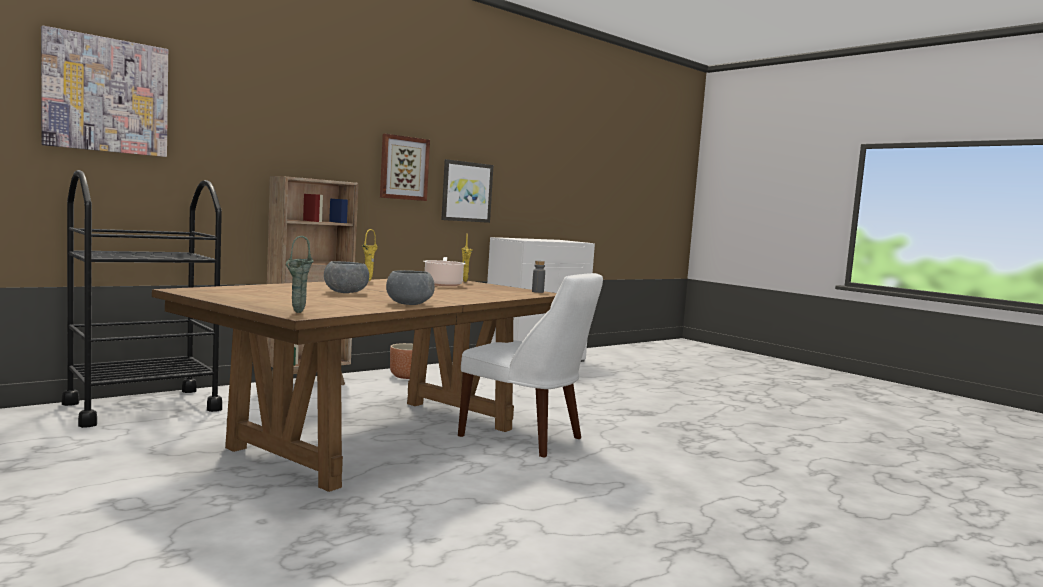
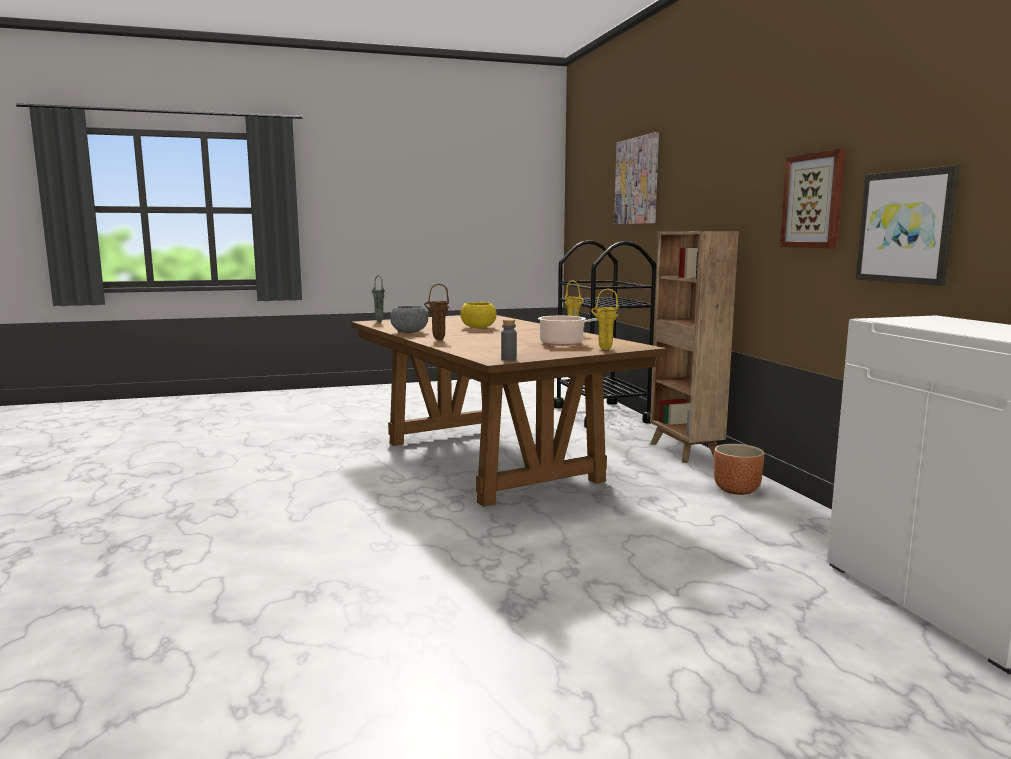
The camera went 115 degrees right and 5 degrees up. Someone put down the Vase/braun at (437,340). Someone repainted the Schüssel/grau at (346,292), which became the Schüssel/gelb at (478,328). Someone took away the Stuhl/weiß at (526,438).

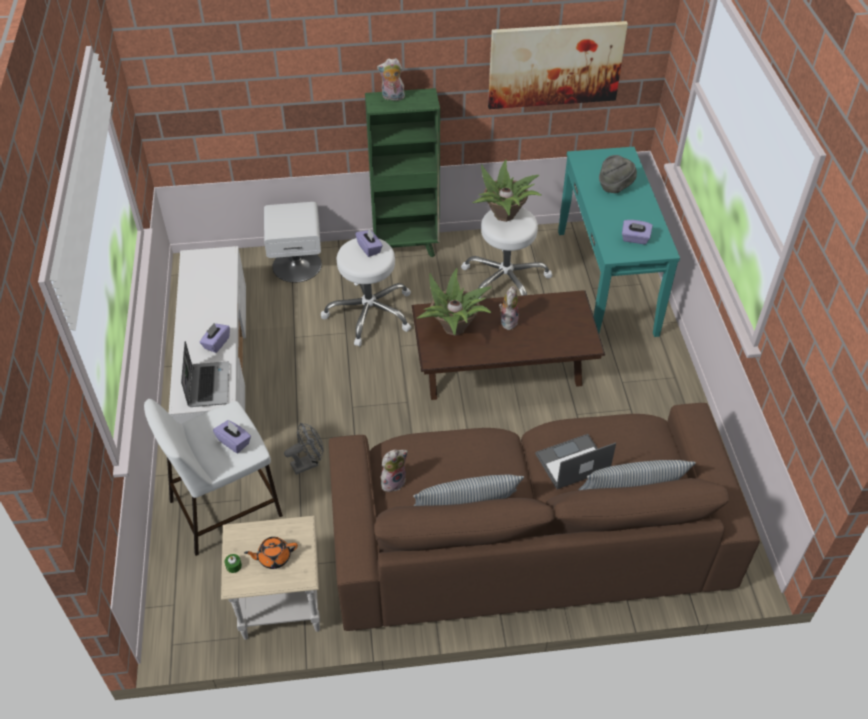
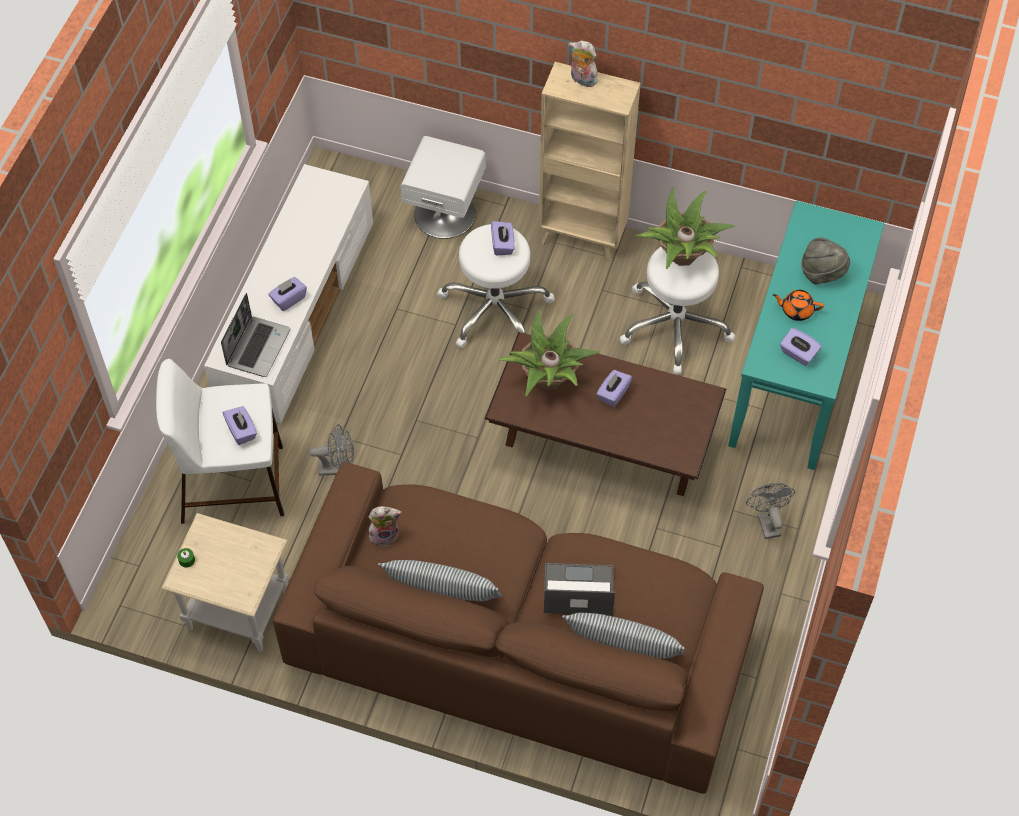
The camera went 25 degrees right and 10 degrees up. Someone repainted the Bücherregal/grün at (406,248), which became the Bücherregal/beige at (583,237). Someone swapped the Plüschtier at (508,321) for the Taschentuchbox/lila at (613,393). Someone put down the Ventilator/grau at (766,521). Someone carried the Teekanne/orange from (273,557) to (796,310). Someone took away the Bild at (555,64).

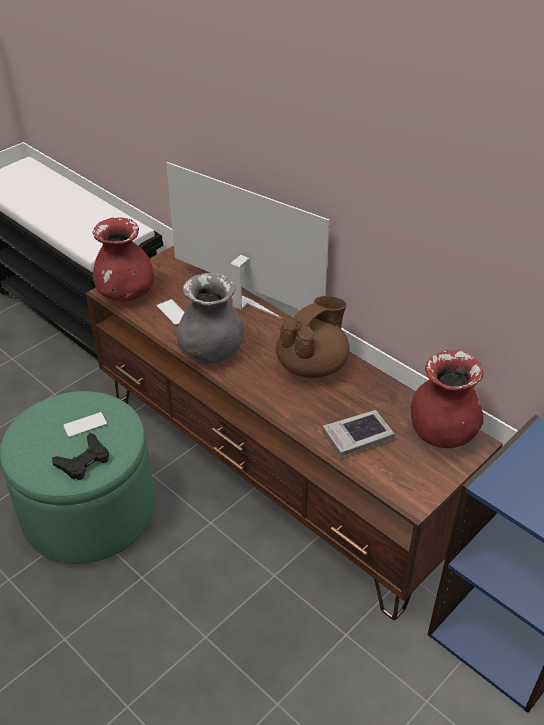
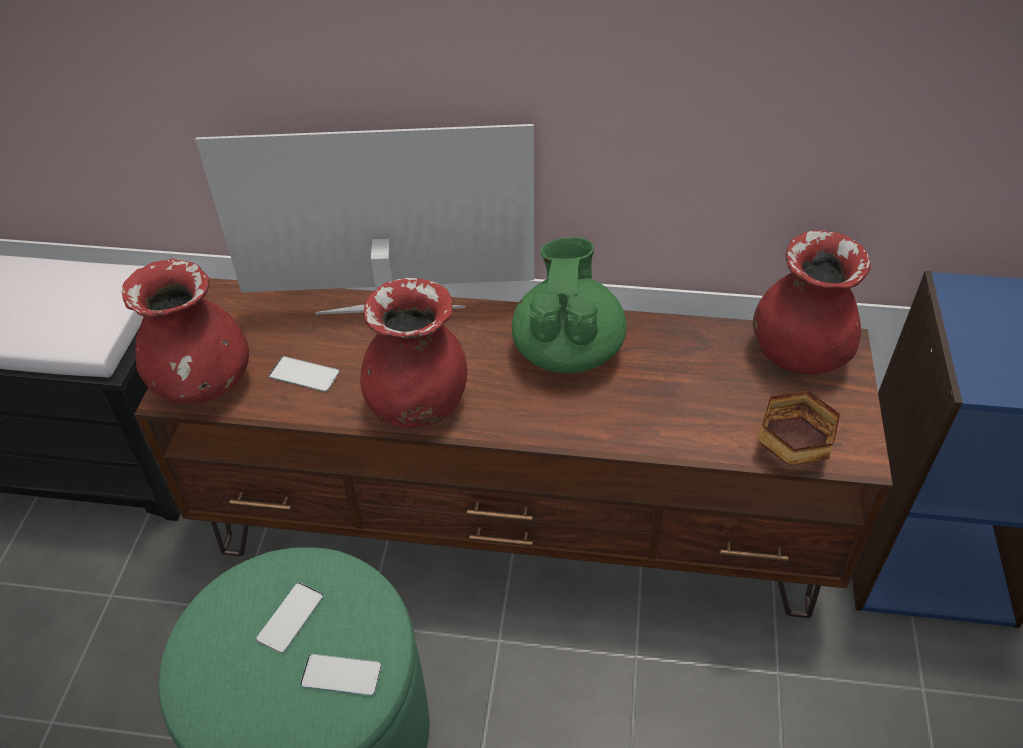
The camera went 35 degrees left and 5 degrees up. Someone swapped the Gamepad/schwarz at (83,461) for the Handy at (341,675). Someone repainted the Vase/grau at (211,353), which became the Vase/rot at (418,404). Someone repainted the Teekanne/braun at (313,365), which became the Teekanne/grün at (567,350). Someone put down the Schüssel at (794,450). Someone took away the Buch at (357,437).

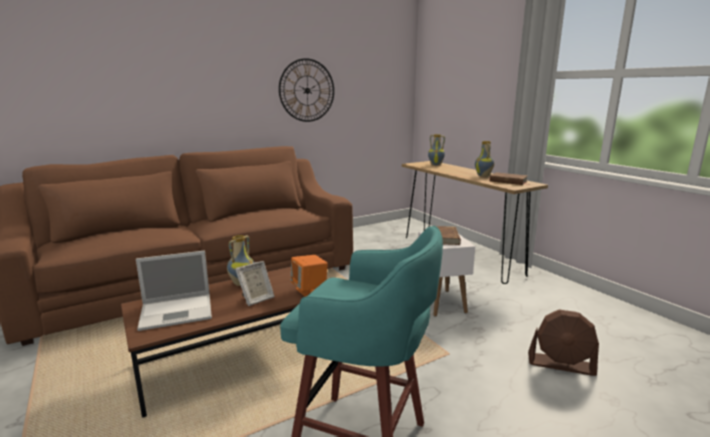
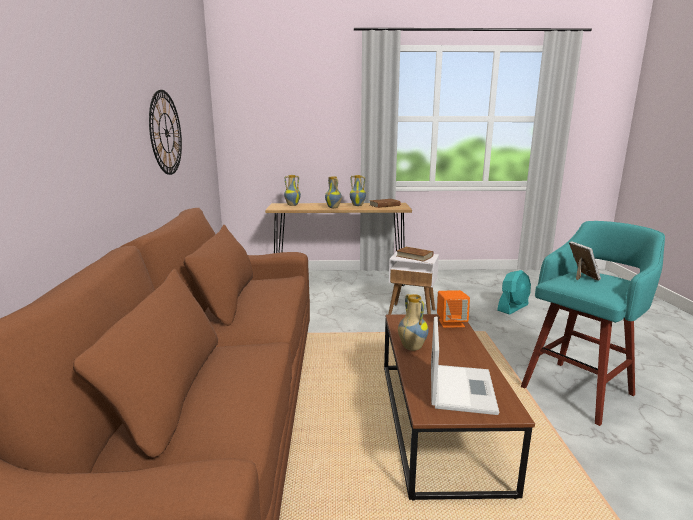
The camera went 60 degrees left and 0 degrees up. Someone put down the Vase at (333,207). Someone repainted the Ventilator/braun at (561,364), which became the Ventilator/türkis at (513,307). Someone carried the Bilderrahmen from (256,299) to (582,277).

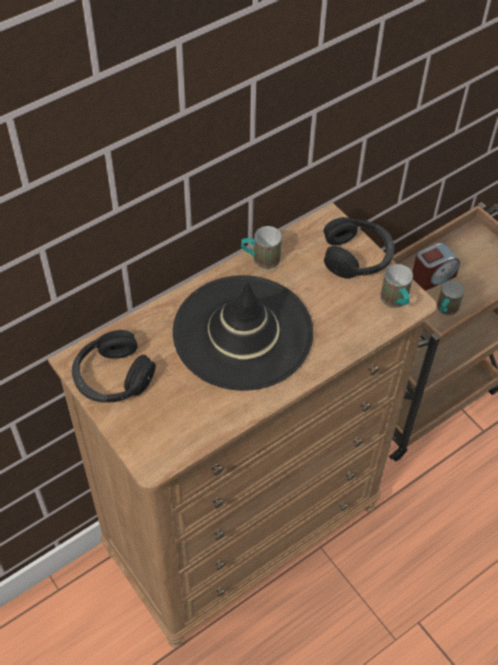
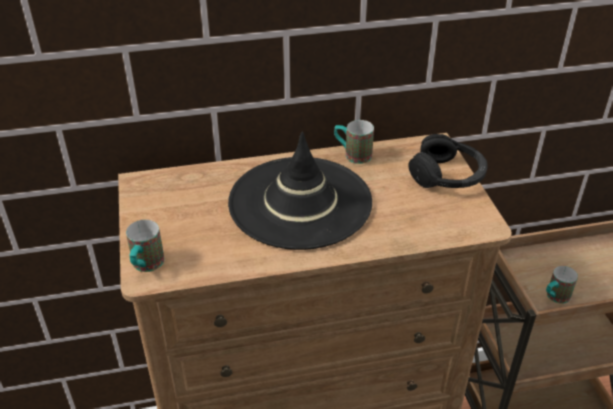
The camera went 25 degrees right and 15 degrees down. Someone carried the Henkelbecher from (396,302) to (146,266). Someone took away the Kopfhörer/schwarz at (112,377). Someone took away the Wecker at (432,276).

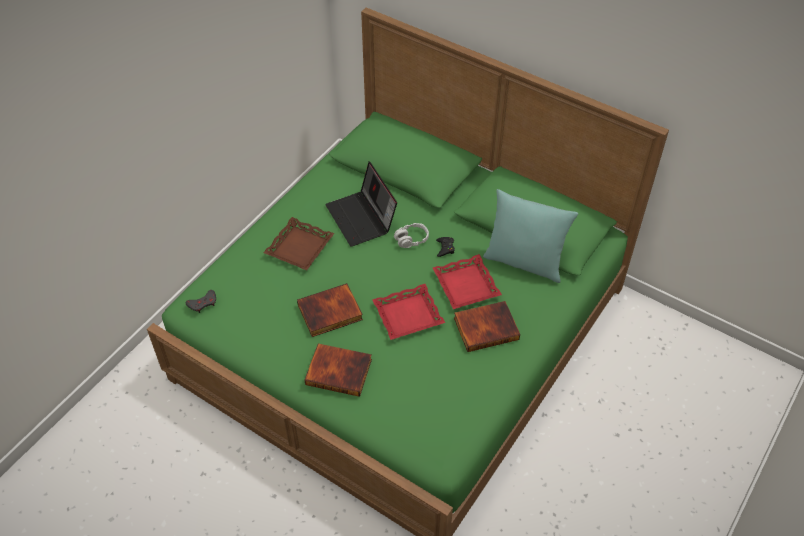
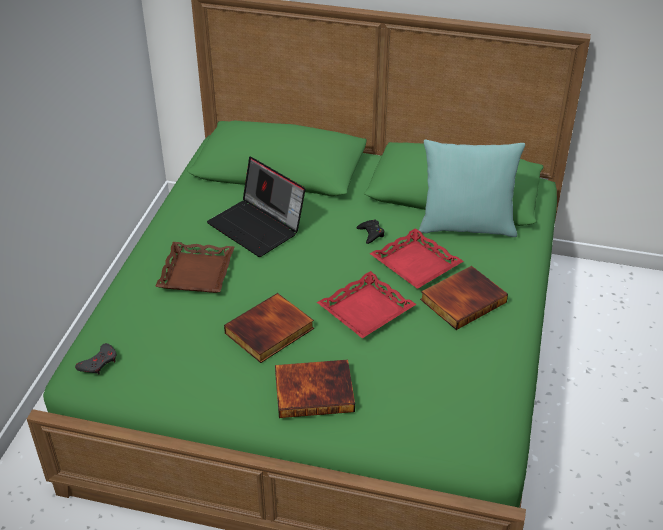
The camera went 20 degrees left and 10 degrees down. Someone took away the Kopfhörer/grau at (411,239).

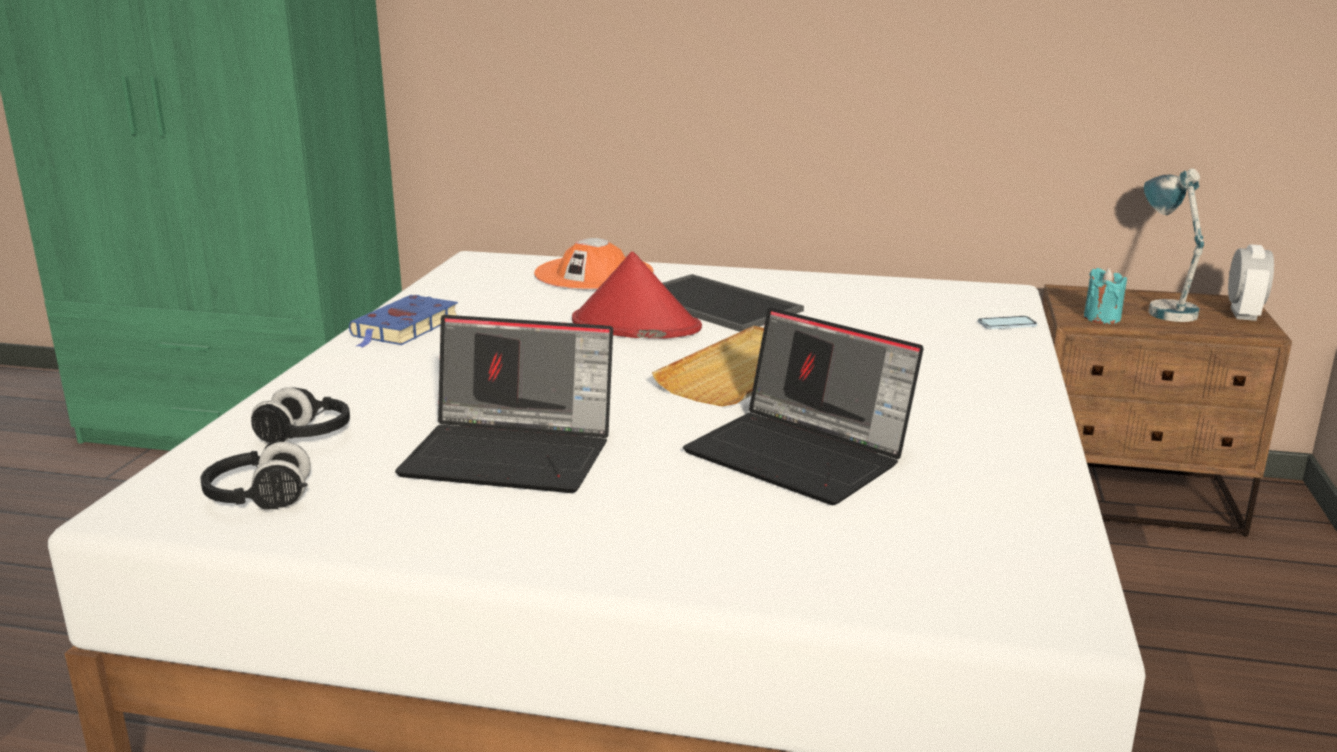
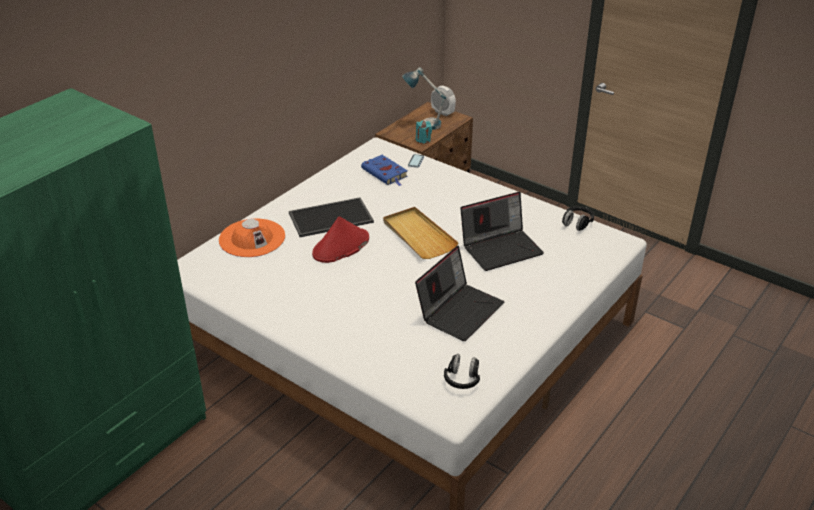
The camera went 65 degrees left and 15 degrees up. Someone carried the Buch/blau from (404,328) to (385,173). Someone carried the Kopfhörer/schwarz from (305,437) to (577,223).

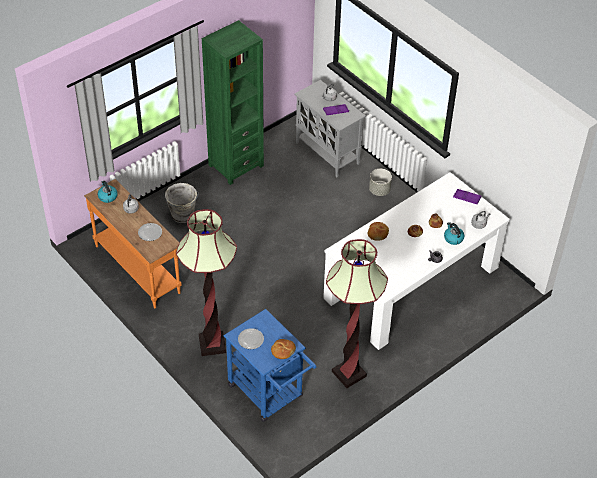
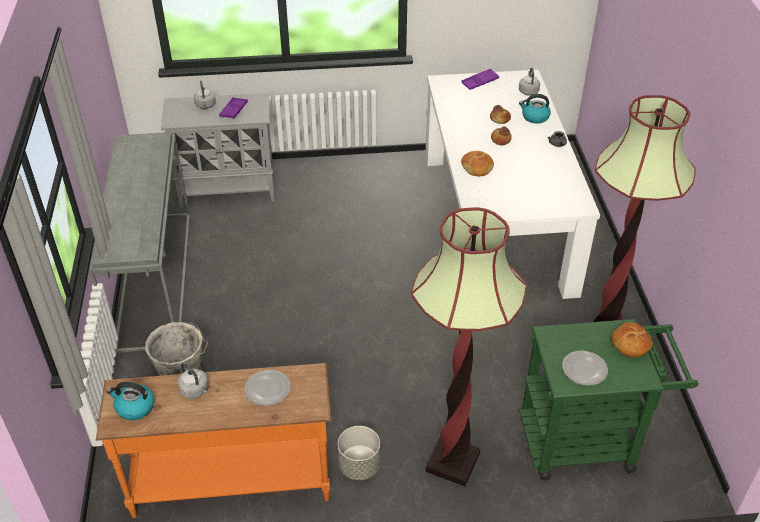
The camera went 55 degrees left and 5 degrees down. Someone swapped the Bücherregal/grün at (236,165) for the Konsolentisch/grau at (153,278). Someone carried the Pflanzkübel/grau from (379,190) to (359,465). Someone repainted the Rollwagen/blau at (269,394), which became the Rollwagen/grün at (588,441).

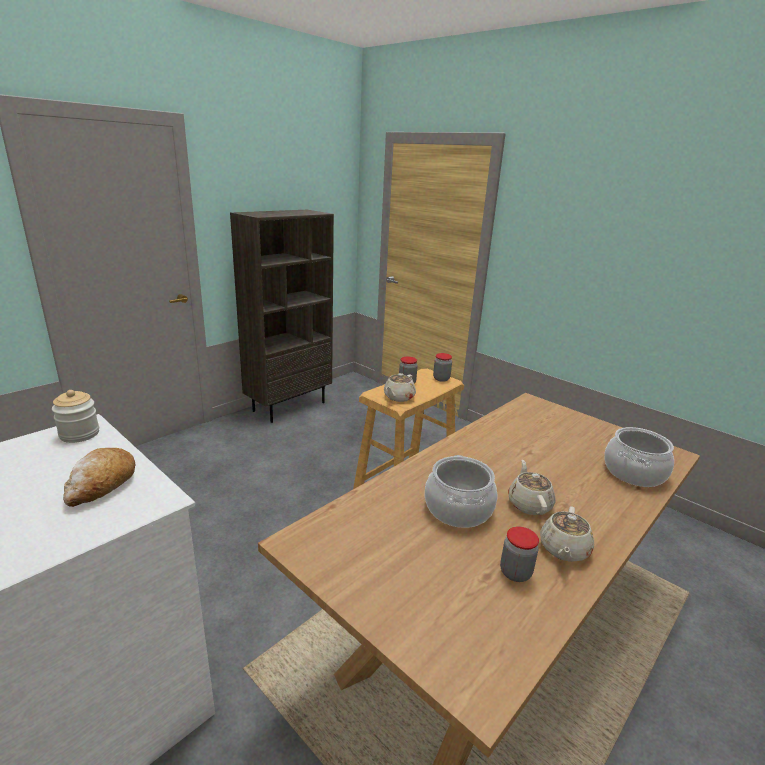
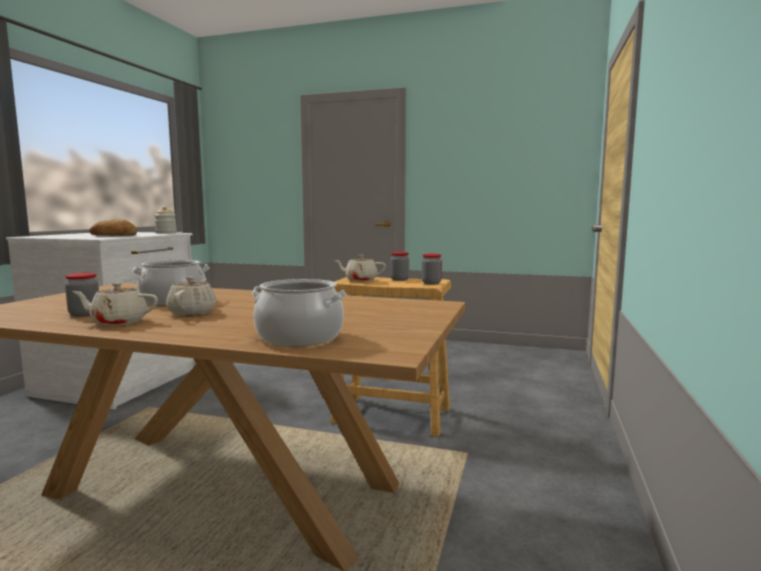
The camera went 65 degrees right and 15 degrees down. Someone rotated the Teekanne/beige at (529,504) by 60 degrees counterclockwise. Someone took away the Bücherregal/braun at (289,406).

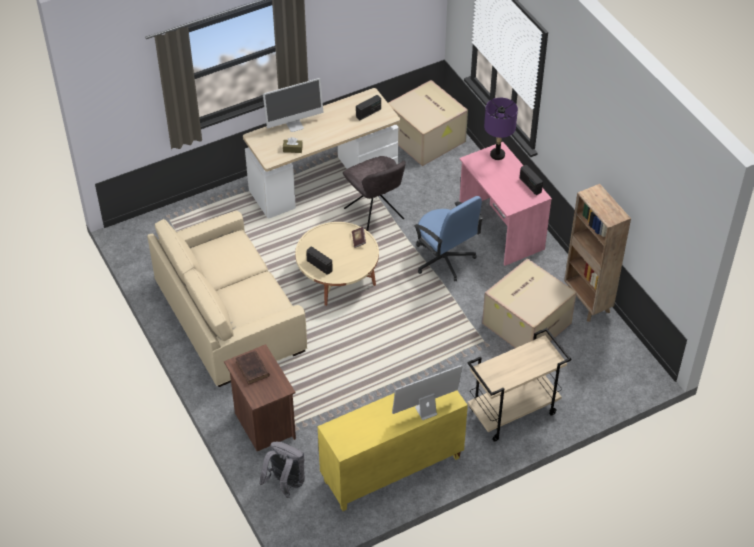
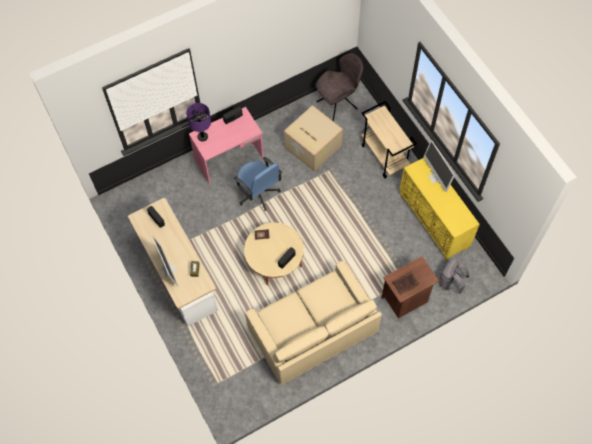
The camera went 90 degrees left and 15 degrees up. Someone rotated the Bürostuhl/blau at (444,259) by 90 degrees clockwise. Someone carried the Stuhl/grau from (375,215) to (338,104). Someone took away the Karton at (427,138). Someone took away the Bücherregal/braun at (587,302).

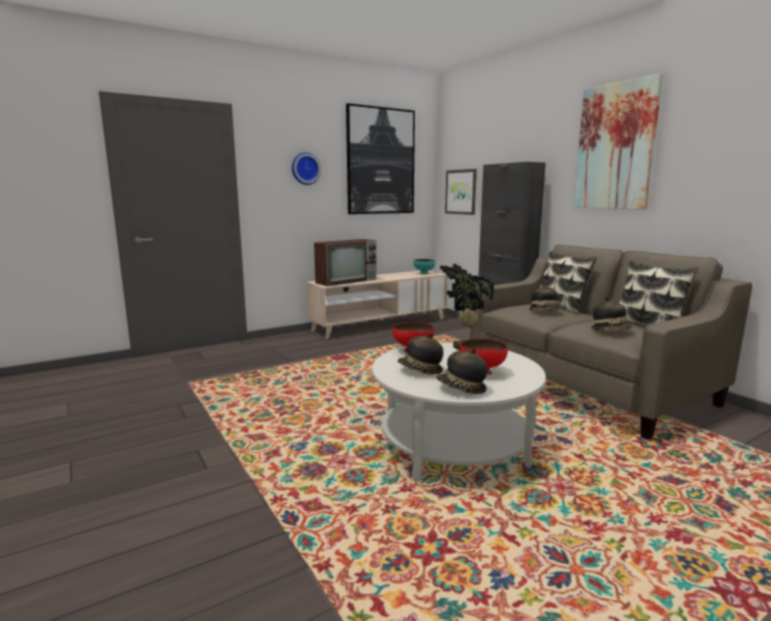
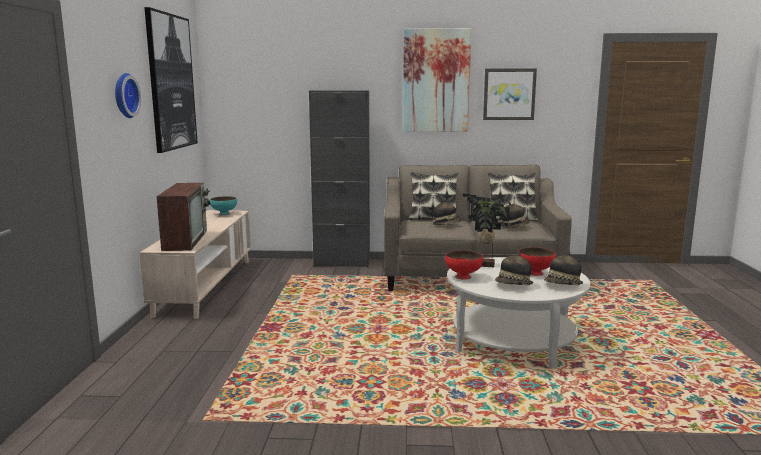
The camera went 55 degrees left and 0 degrees up. Someone carried the Bild from (461,192) to (509,94).

